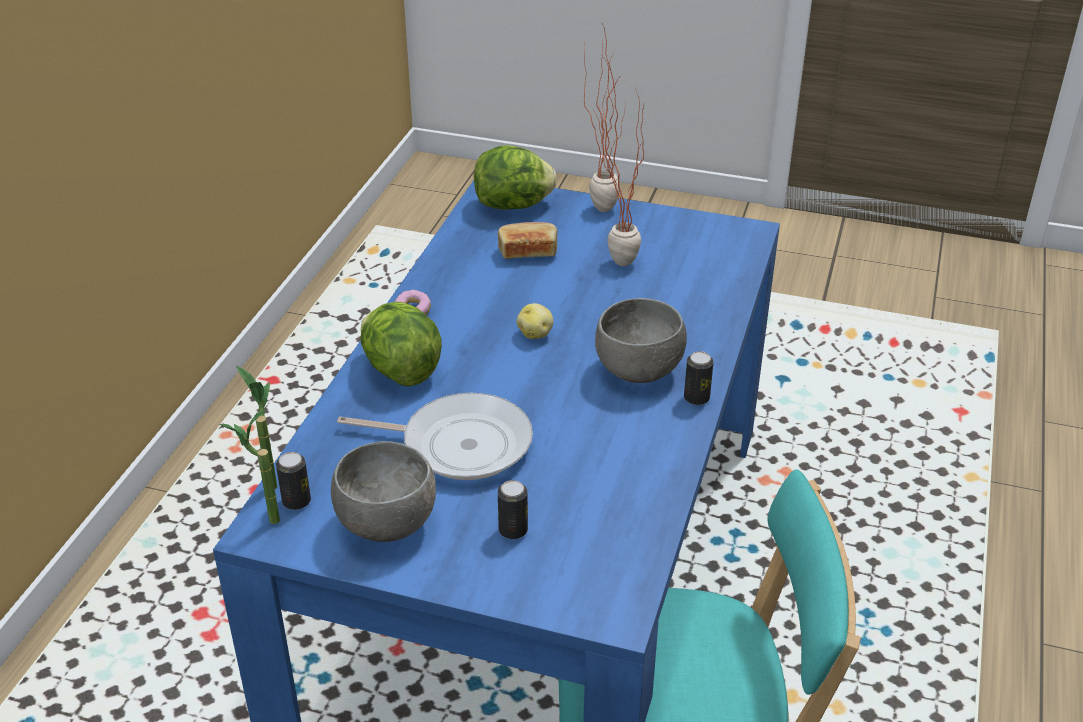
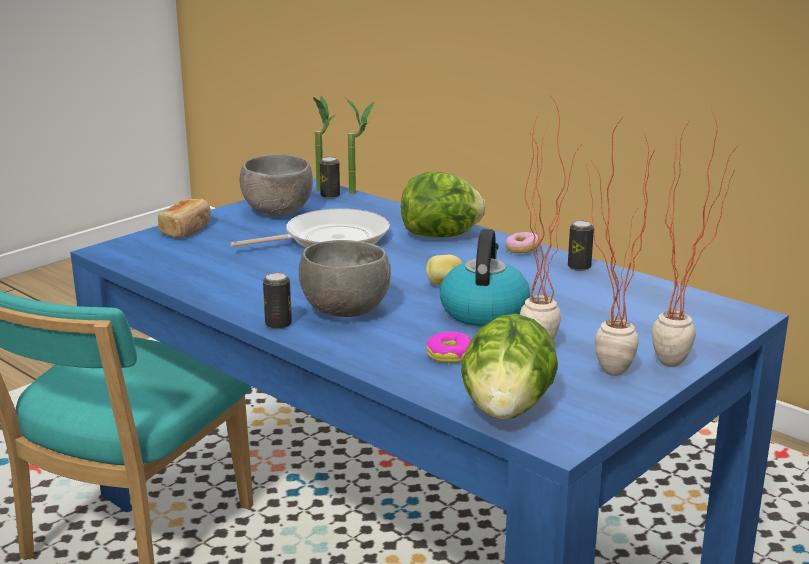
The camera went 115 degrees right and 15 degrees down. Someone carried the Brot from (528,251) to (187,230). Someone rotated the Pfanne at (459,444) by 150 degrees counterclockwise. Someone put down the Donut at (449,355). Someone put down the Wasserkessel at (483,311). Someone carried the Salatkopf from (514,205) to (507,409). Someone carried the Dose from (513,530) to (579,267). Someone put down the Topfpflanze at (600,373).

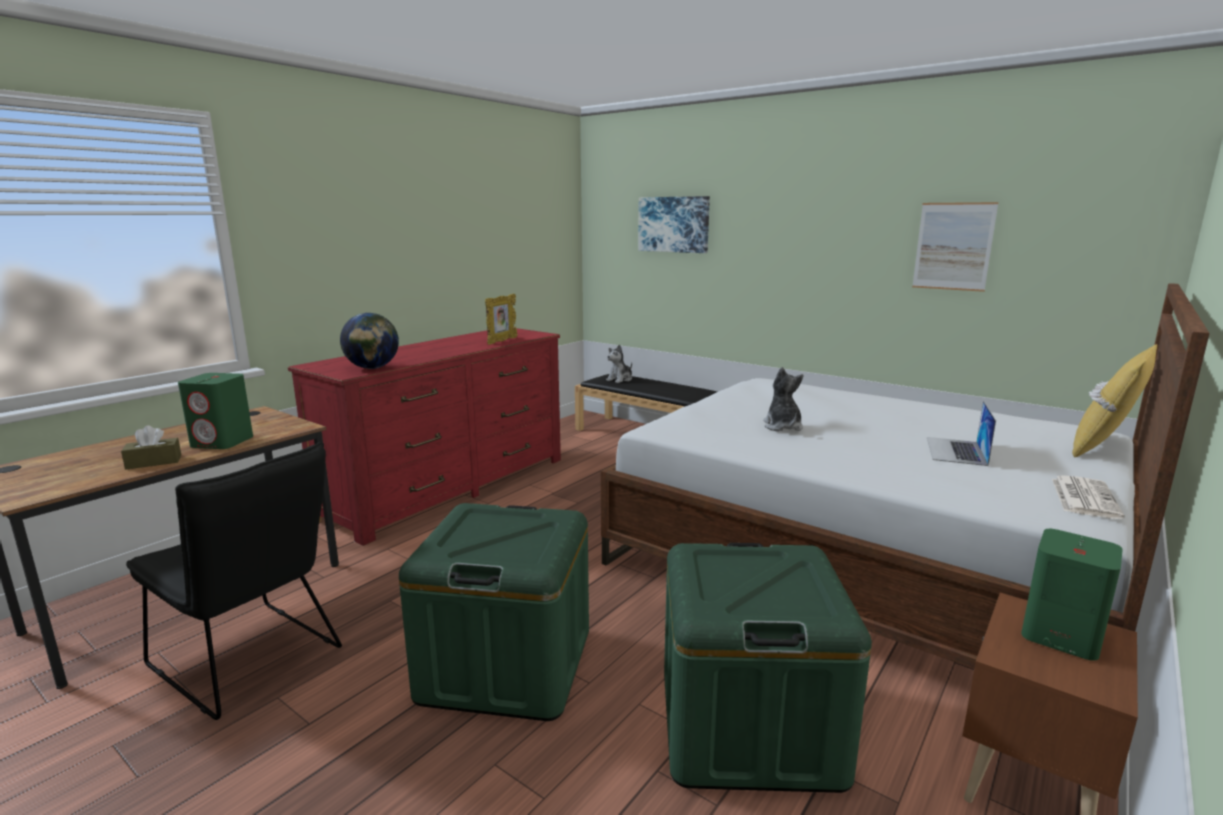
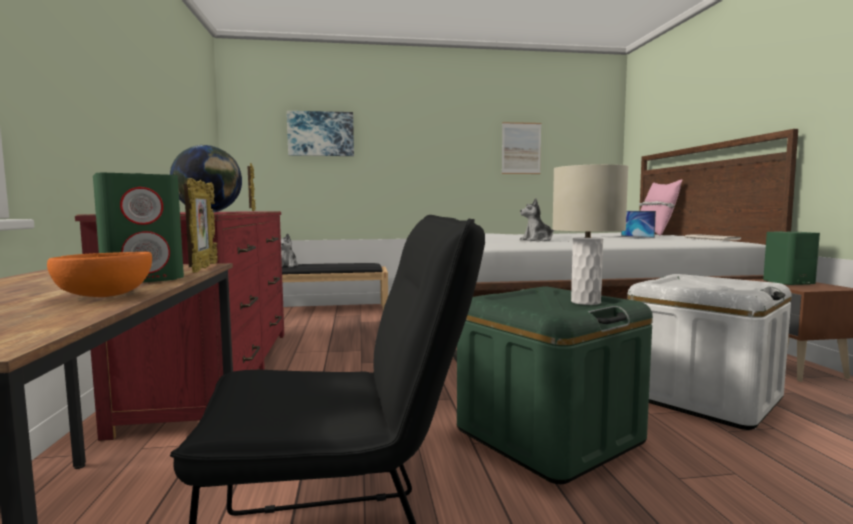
The camera went 45 degrees left and 10 degrees down. Someone swapped the Taschentuchbox/braun at (154,462) for the Schüssel/orange at (105,296). Someone put down the Bilderrahmen at (204,268). Someone rotated the Plüschtier at (782,427) by 60 degrees counterclockwise. Someone put down the Tischlampe/beige at (585,302). Someone repainted the Aufbewahrungsbox/grün at (748,725), which became the Aufbewahrungsbox/weiß at (702,397). Someone repainted the Kissen/gelb at (1104,447), which became the Kissen/rosa at (655,233).

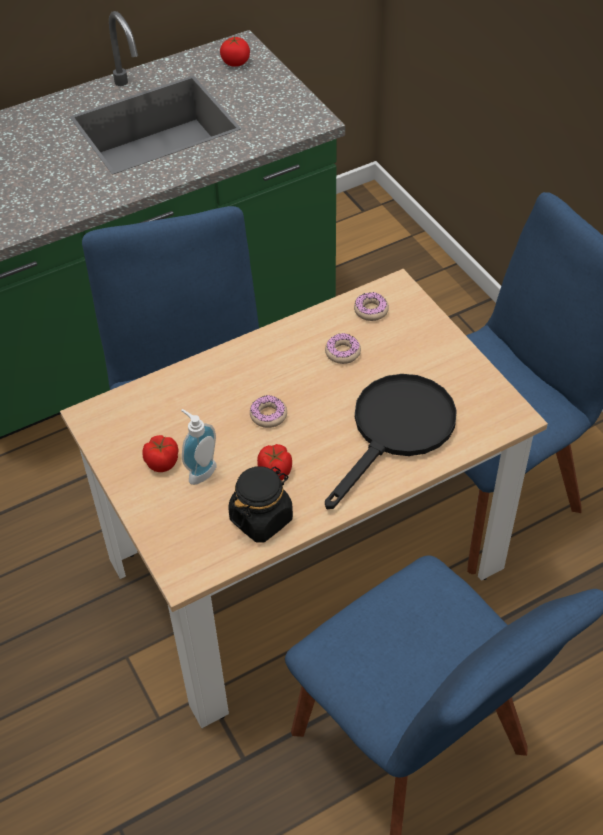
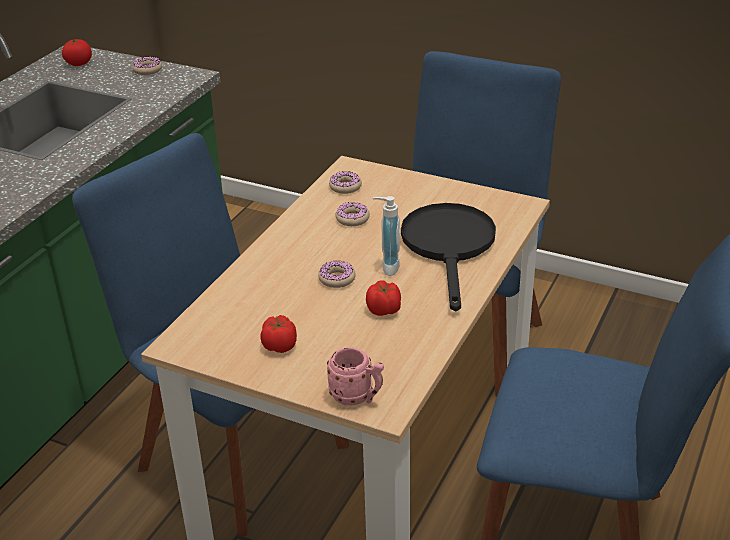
The camera went 35 degrees left and 15 degrees down. Someone put down the Donut at (147,70). Someone put down the Henkelbecher/rosa at (357,397). Someone carried the Seifenspender from (199,471) to (387,266). Someone took away the Vorratsglas/schwarz at (261,518).

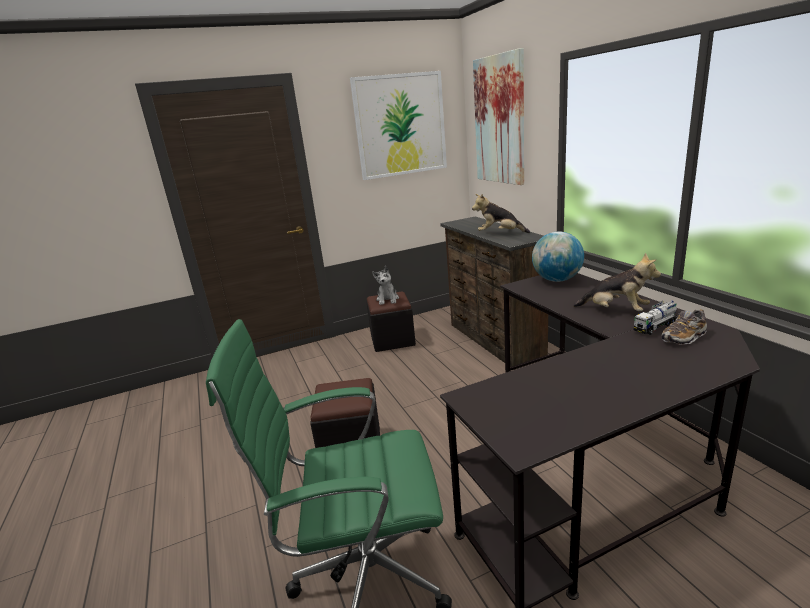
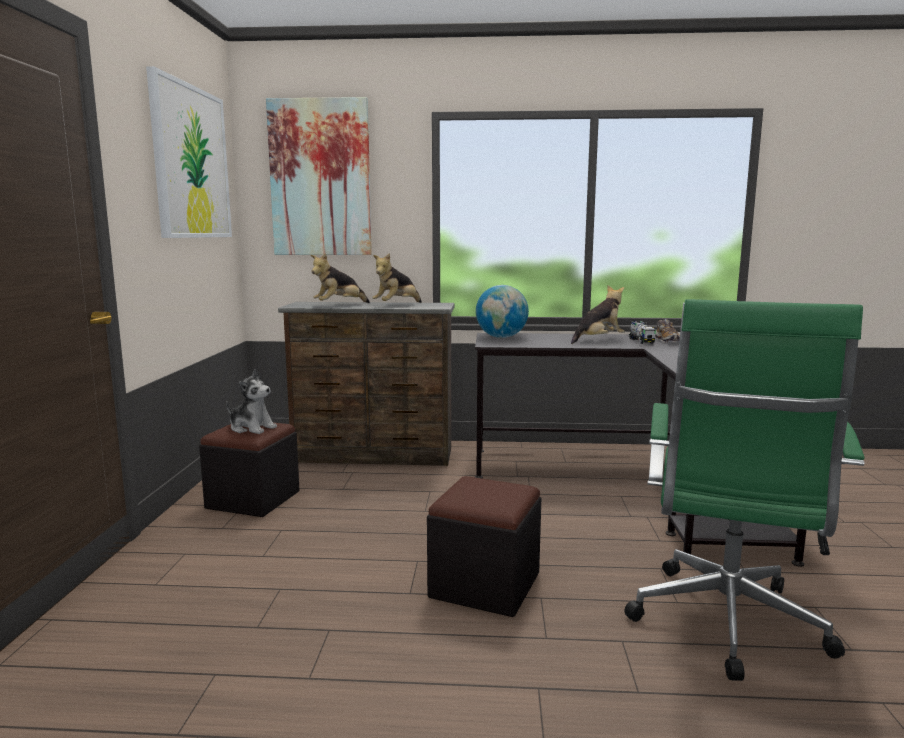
The camera went 65 degrees left and 10 degrees down. Someone put down the Plüschtier at (339,305).

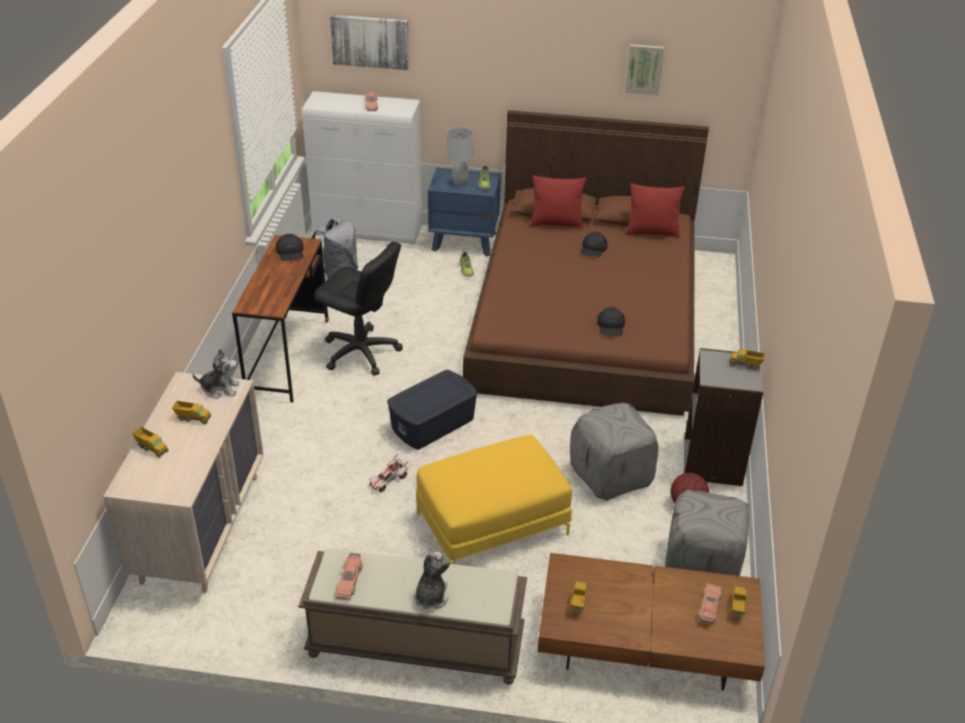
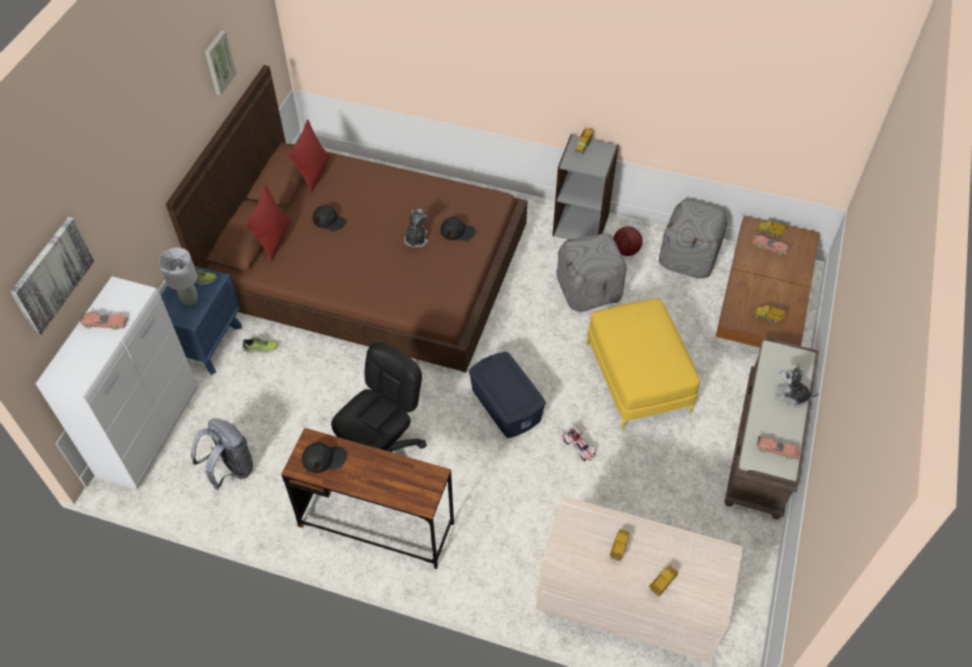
The camera went 80 degrees left and 15 degrees up. Someone carried the Plüschtier from (220,389) to (416,239).

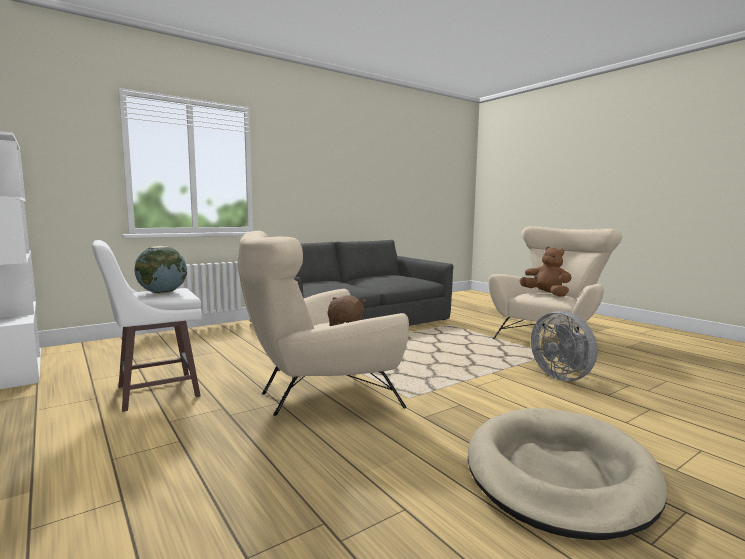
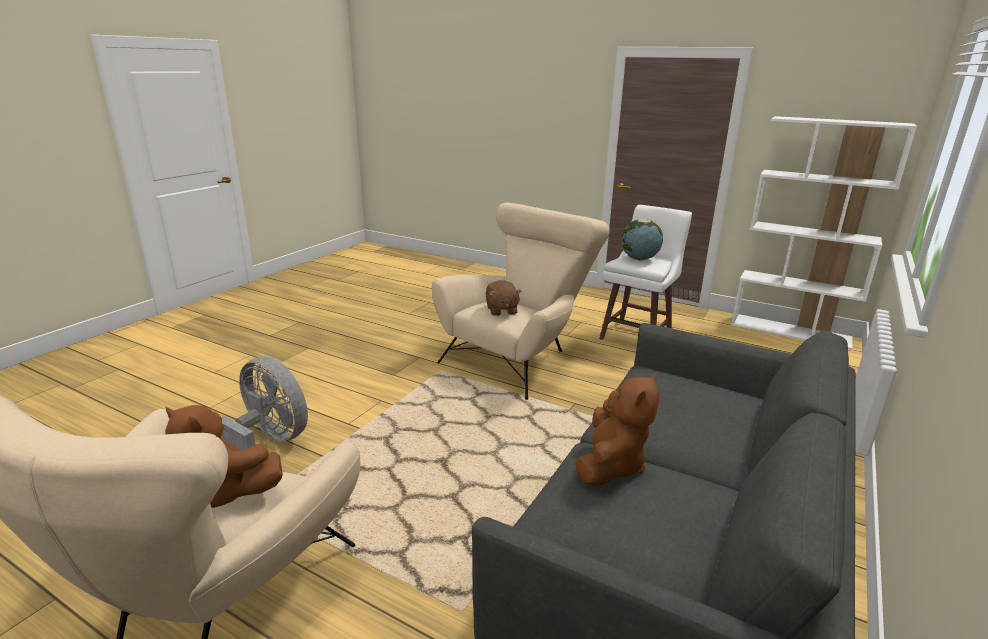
The camera went 155 degrees right and 15 degrees up. Someone put down the Plüschtier/braun at (611,465). Someone took away the Hundebett/beige at (559,474).

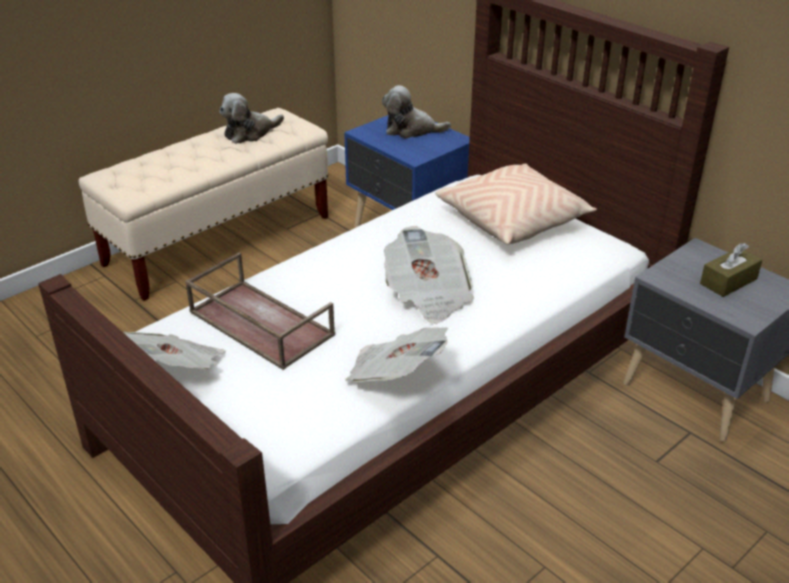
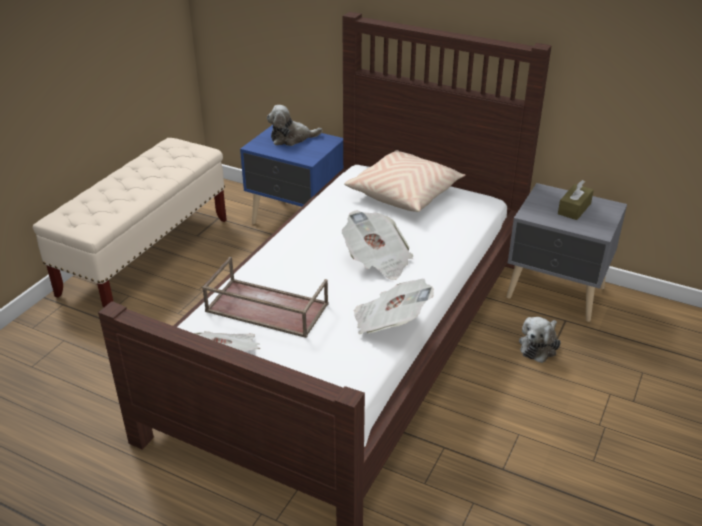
The camera went 20 degrees left and 0 degrees up. Someone carried the Plüschtier from (250,133) to (539,346).

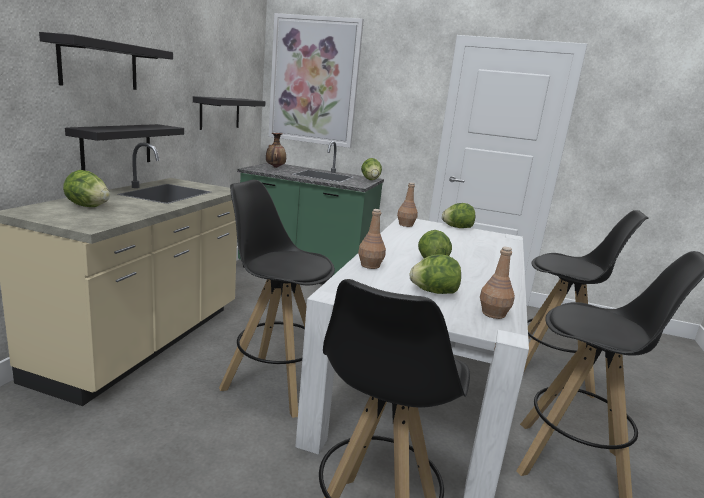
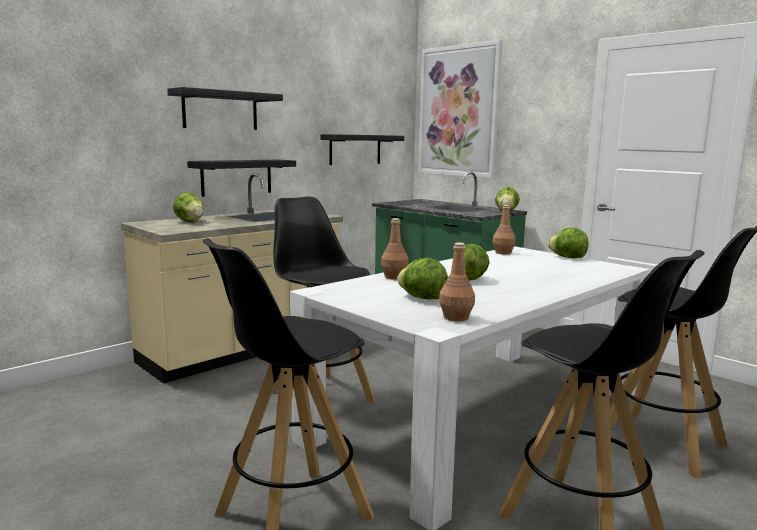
The camera went 30 degrees right and 5 degrees down. Someone took away the Vase at (275,167).

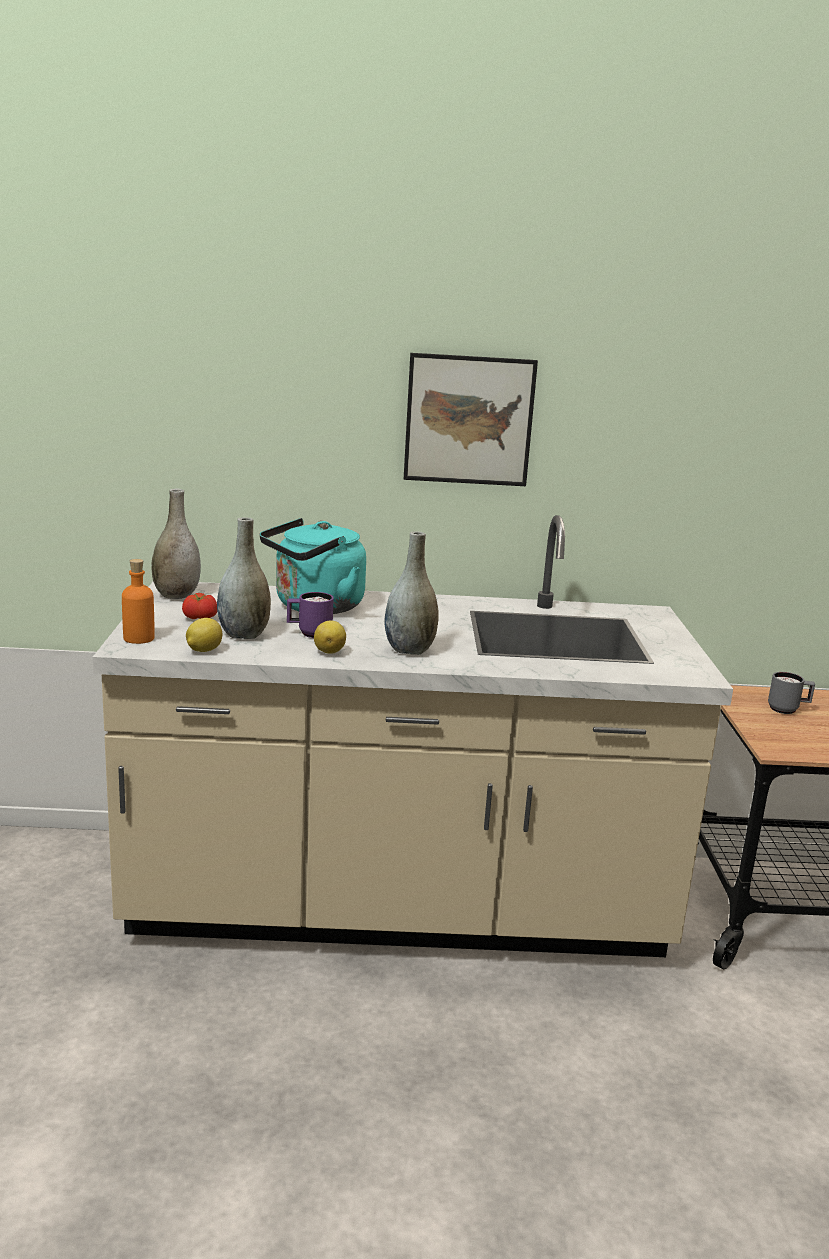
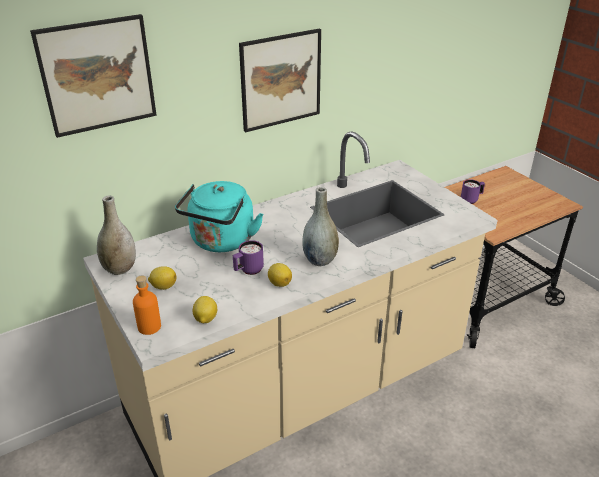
The camera went 30 degrees left and 15 degrees up. Someone put up the Bild at (97,75). Someone swapped the Tomate at (199,618) for the Zitrone at (163,286). Someone repainted the Henkelbecher/grau at (788,710), which became the Henkelbecher/lila at (471,200). Someone took away the Vase/grau at (244,634).

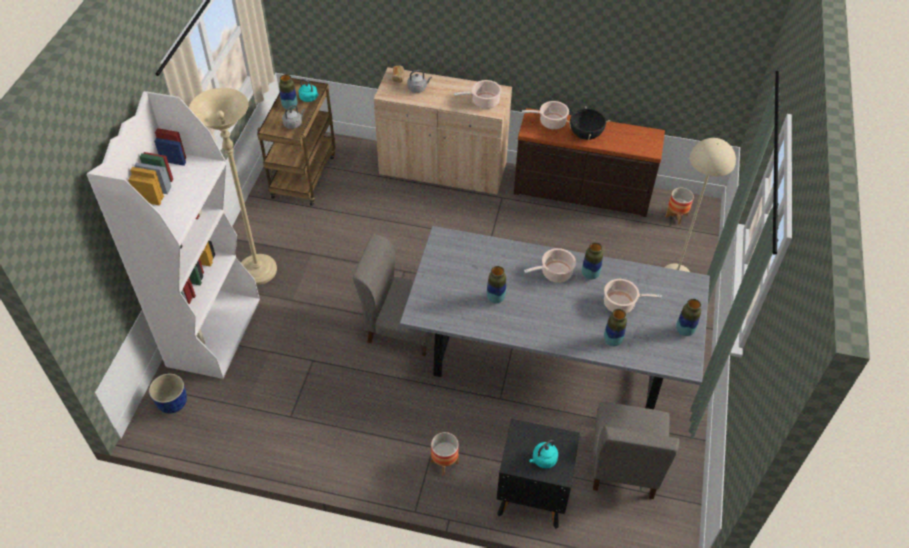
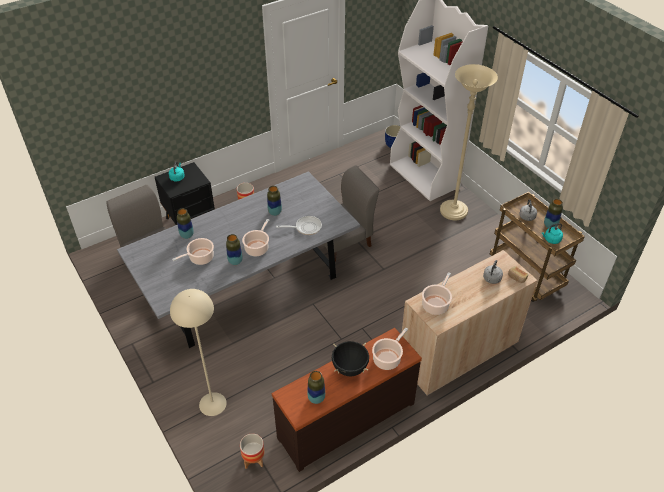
The camera went 135 degrees right and 5 degrees down. Someone put down the Pfanne at (306,227). Someone carried the Vase from (684,331) to (316,398).

